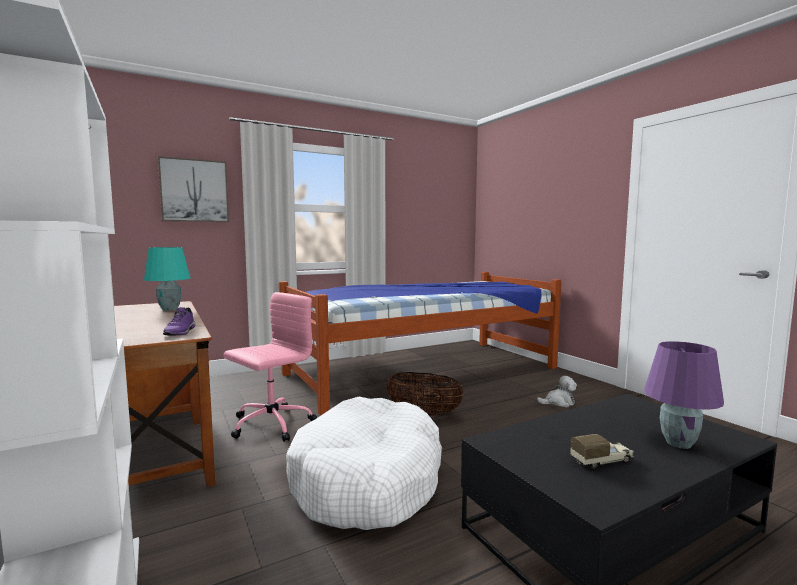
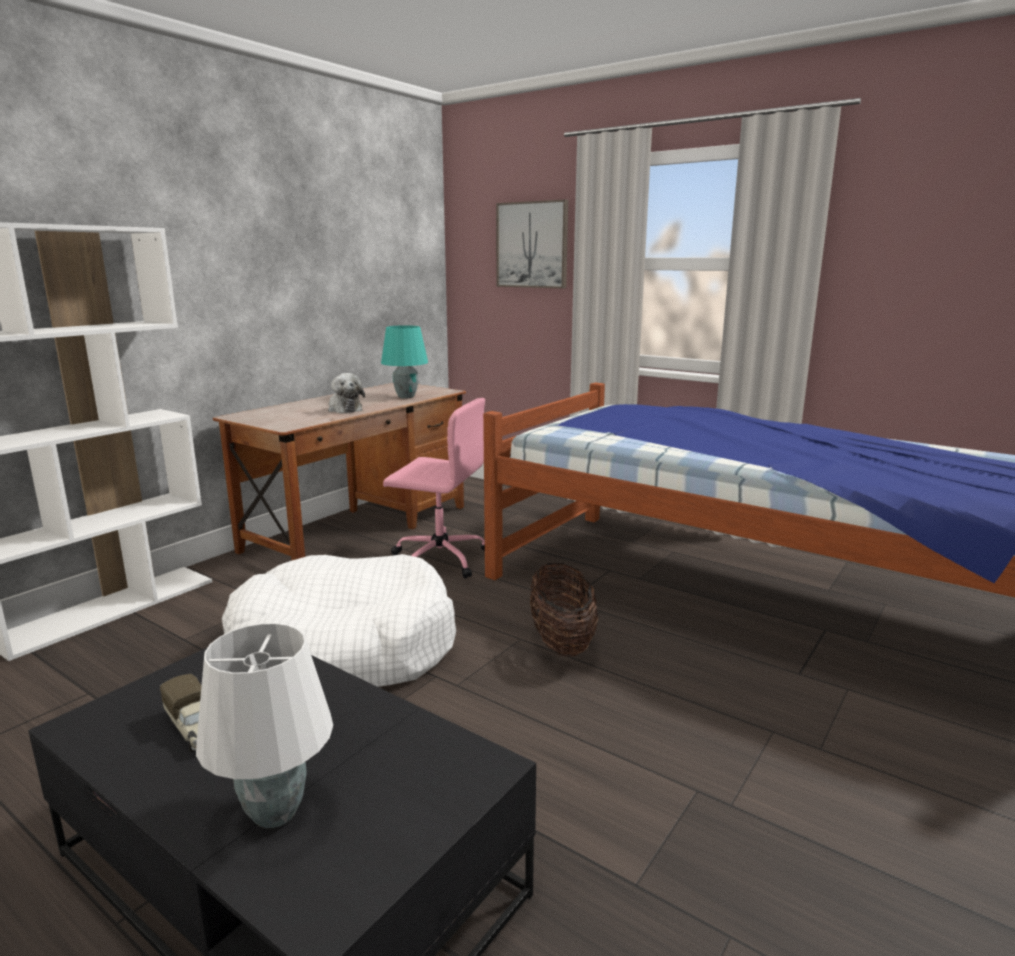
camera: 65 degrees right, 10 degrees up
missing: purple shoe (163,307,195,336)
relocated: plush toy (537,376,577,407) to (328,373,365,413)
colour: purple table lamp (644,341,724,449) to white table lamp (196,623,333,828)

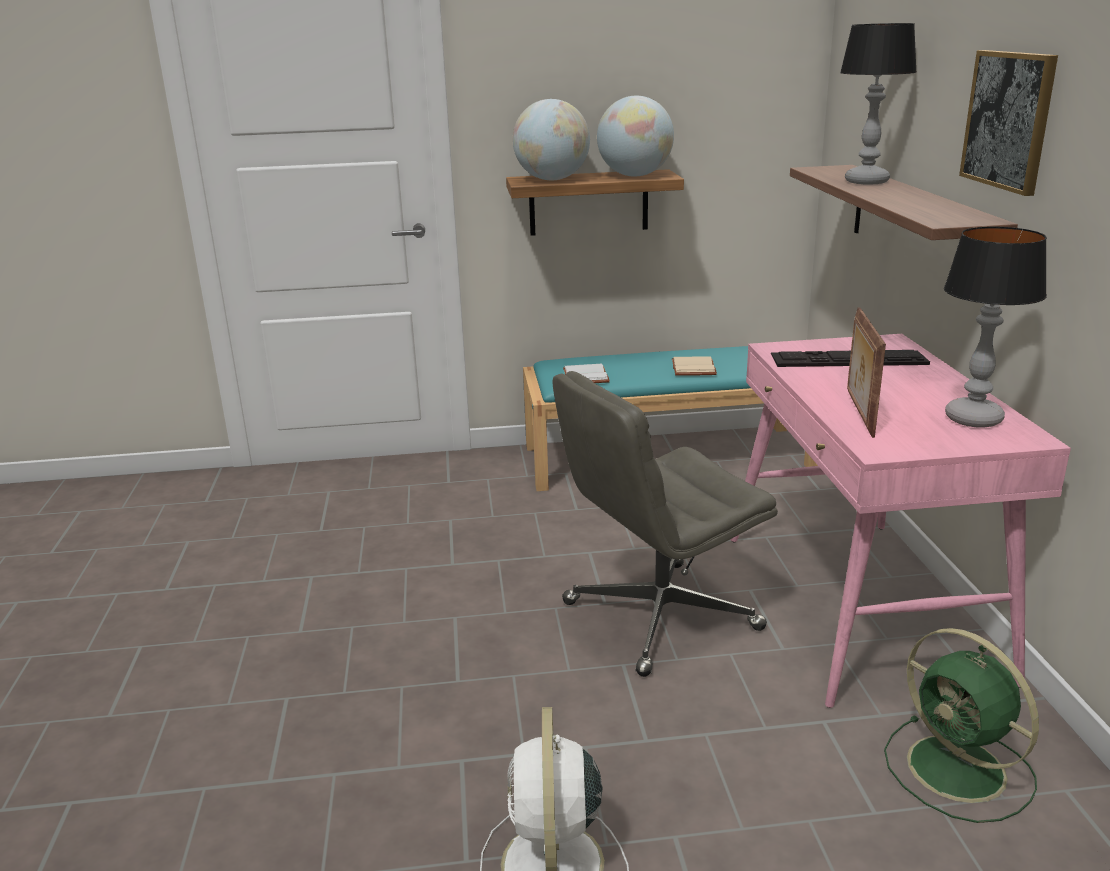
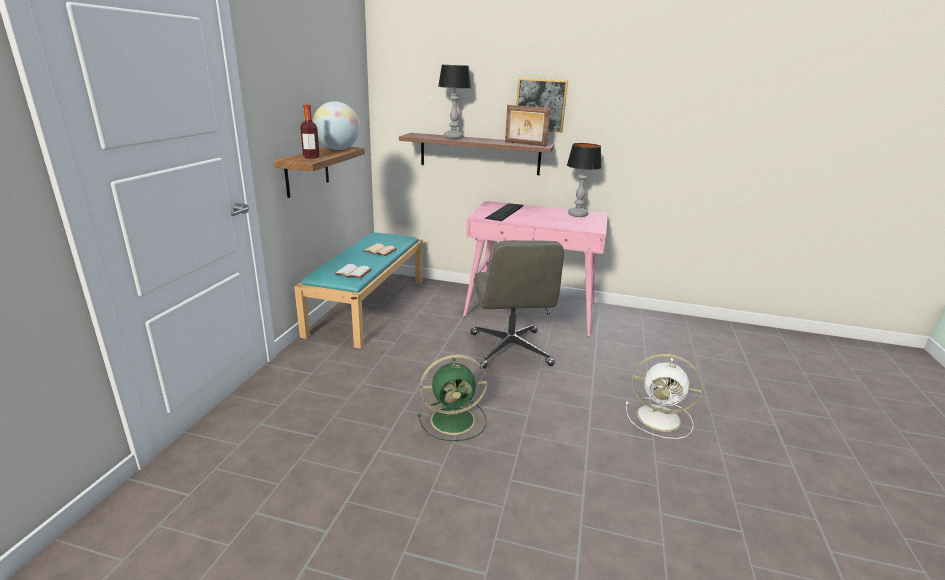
camera: 70 degrees left, 0 degrees up
relocated: picture frame (847,307,886,438) to (505,105,550,147); green fan (884,628,1039,823) to (417,355,487,441)
exchanged: globe (513,99,590,180) to bottle (300,104,320,159)

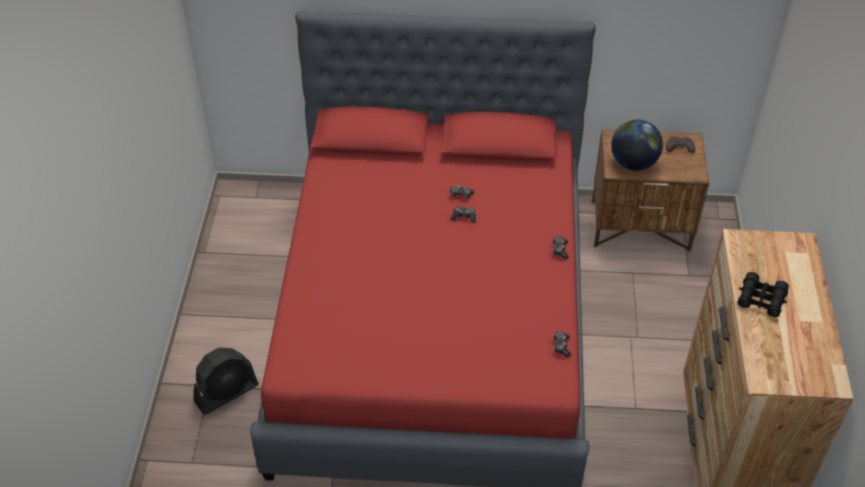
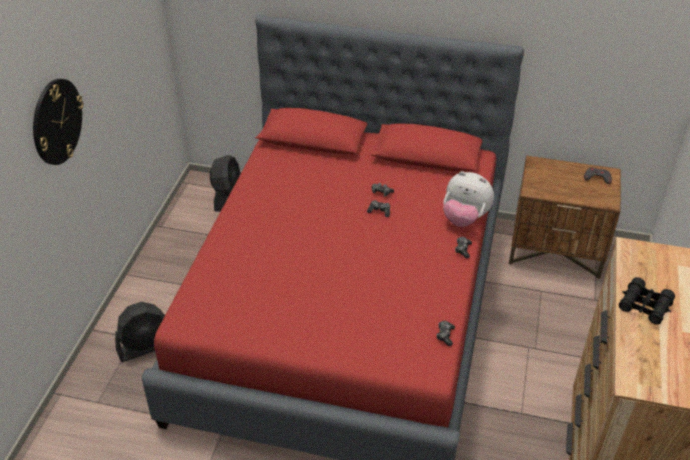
camera: 10 degrees right, 5 degrees down
missing: globe (611,120,663,170)
appeared: wall clock (33,79,84,165); black fan (210,155,241,212); plush toy (443,171,494,227)

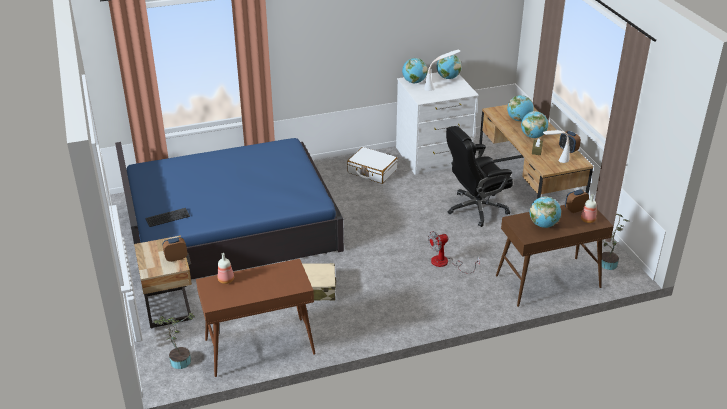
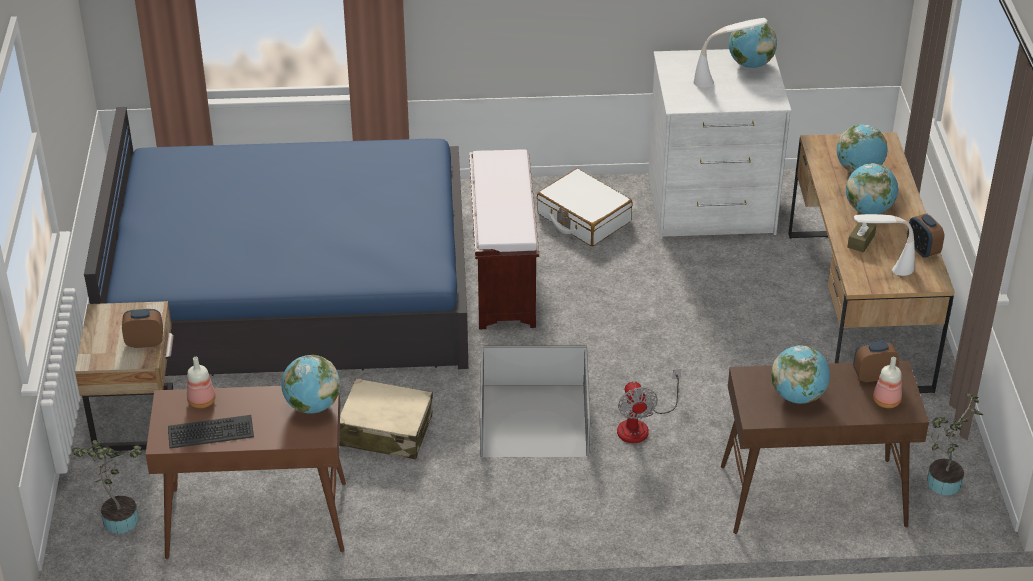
camera: 15 degrees right, 5 degrees up
missing: black office chair (446,126,513,227)
appeared: brown bench (469,149,539,329); black storage box (480,346,590,457)
relocated: keyboard (145,208,190,227) to (168,415,254,449); globe (402,58,428,83) to (281,355,340,414)
spun: fan (428,231,480,273) = (617,369,681,443) 90 degrees counterclockwise

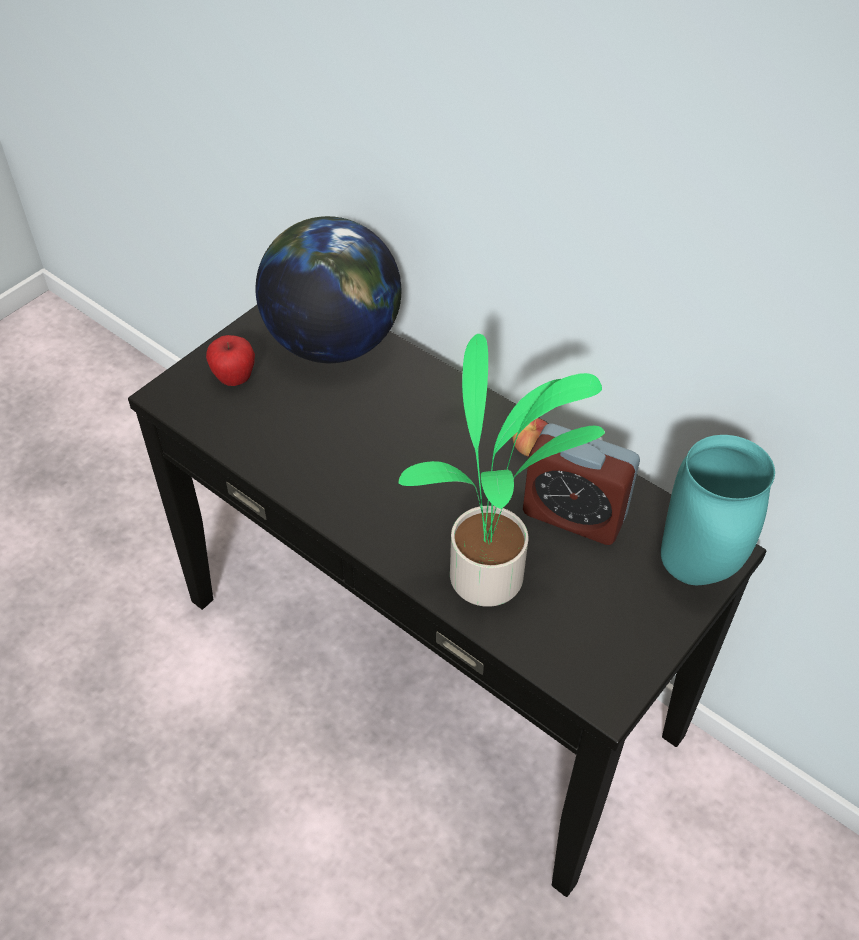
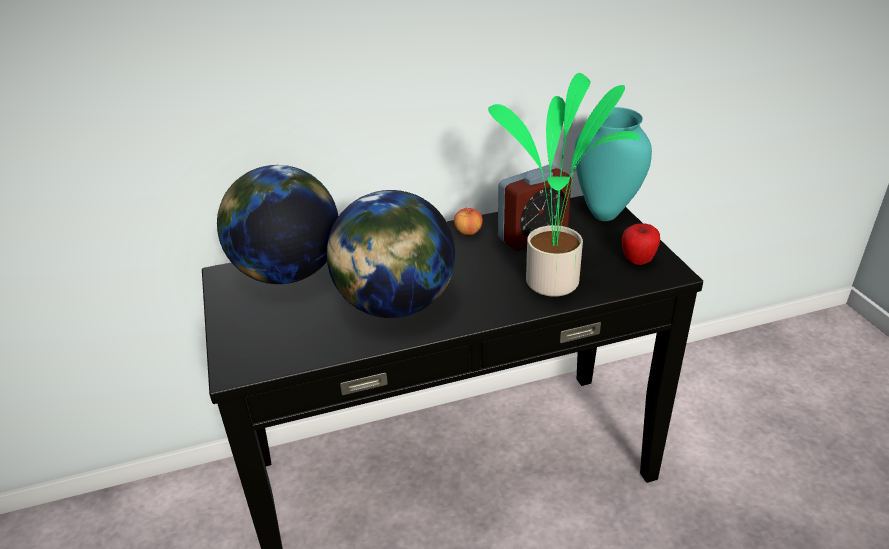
camera: 55 degrees left, 15 degrees down
appeared: globe (327,190,455,318)
relocated: apple (206,335,255,386) to (622,223,660,265)

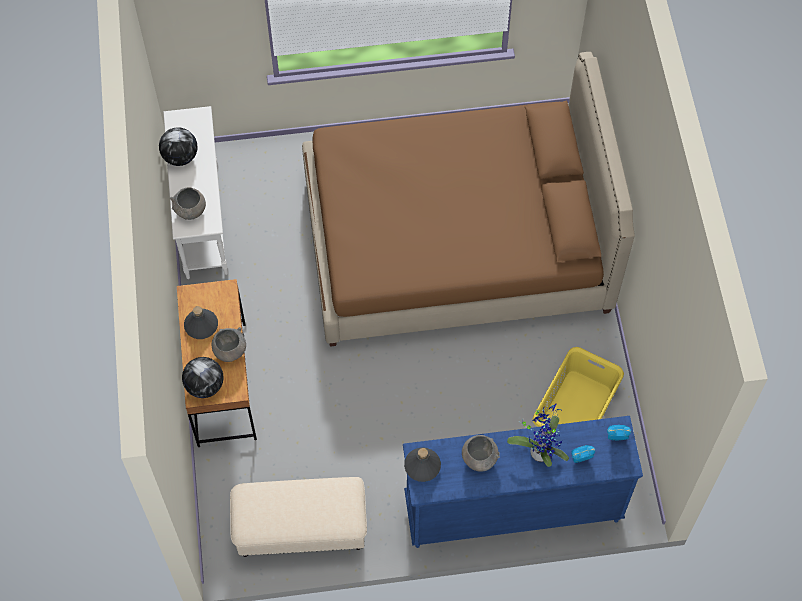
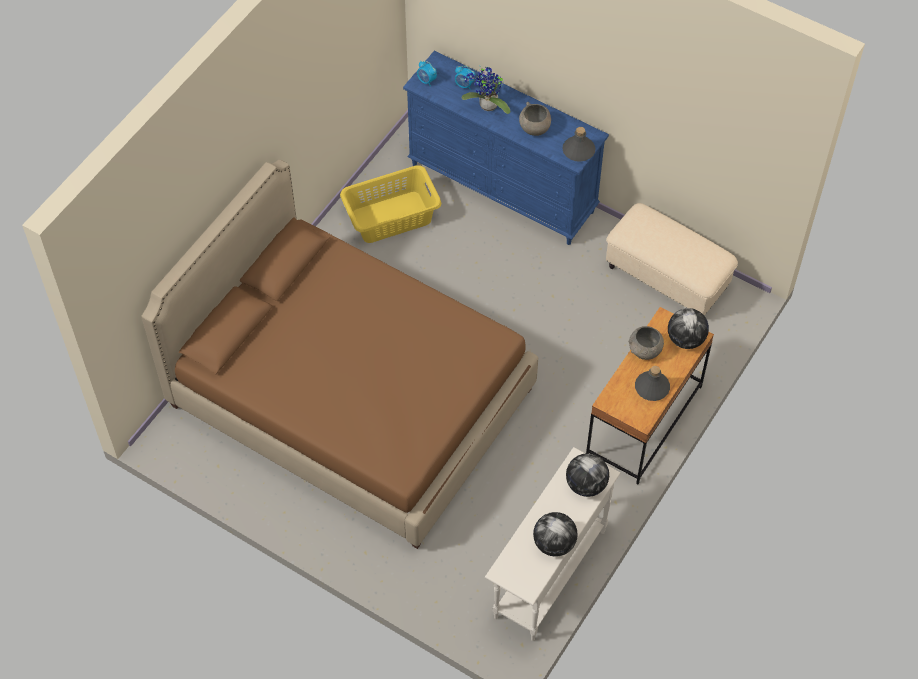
camera: 140 degrees left, 5 degrees down
exchanged: grey bowl (170,187,206,220) to globe (566,453,609,497)

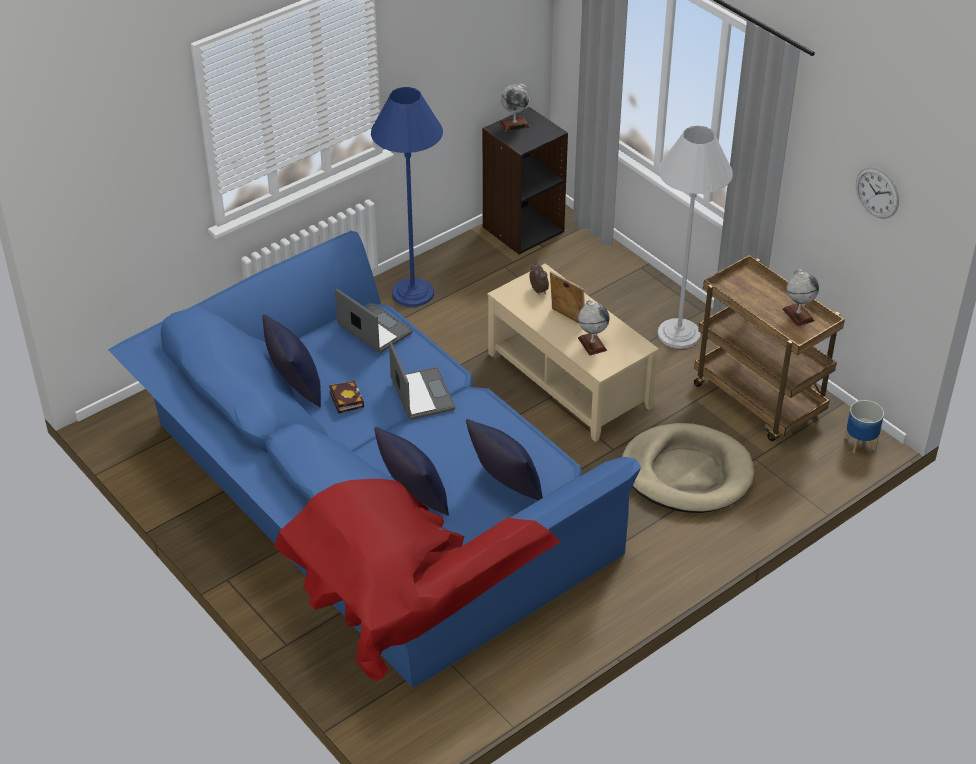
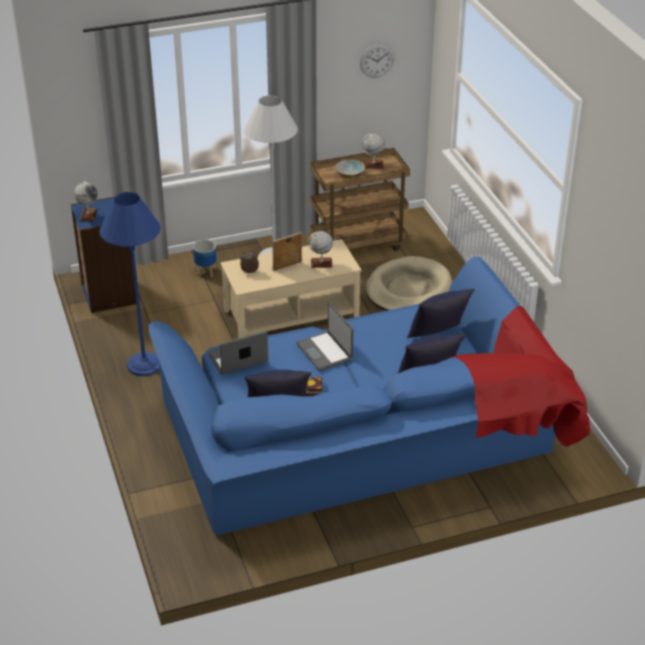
camera: 70 degrees left, 5 degrees down
appeared: bowl (335,159,365,179)
relocated: planter (845,400,884,454) to (193,239,217,277)
colour: black bookcase (482,107,568,255) to blue bookcase (71,197,136,313)
spun: laptop (389,342,455,420) = (296,302,353,371) 120 degrees counterclockwise

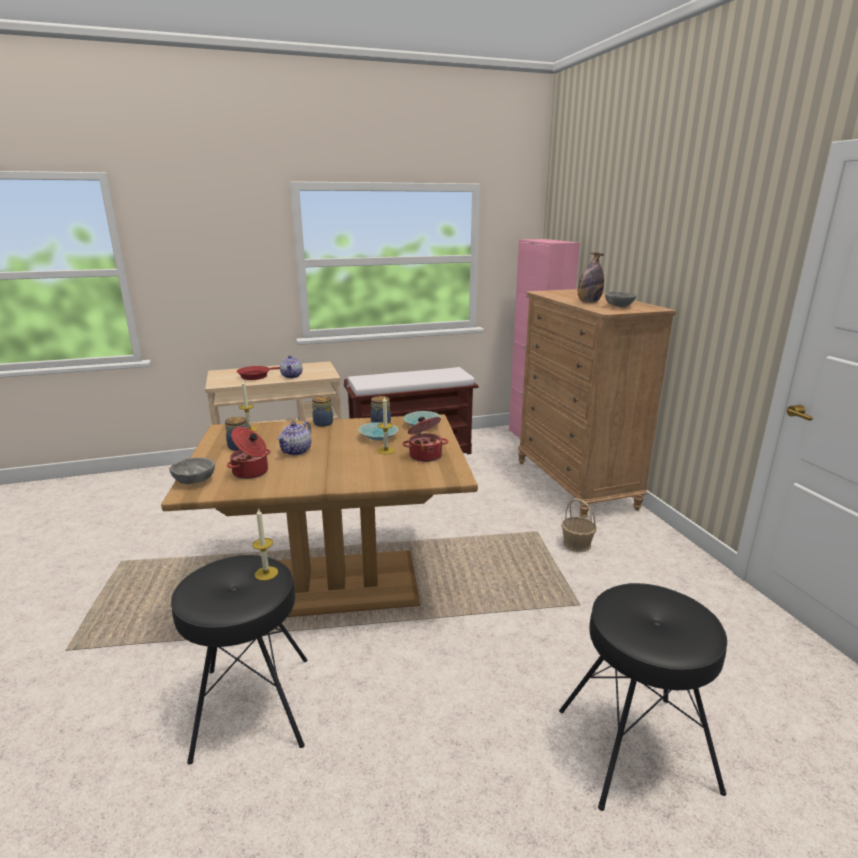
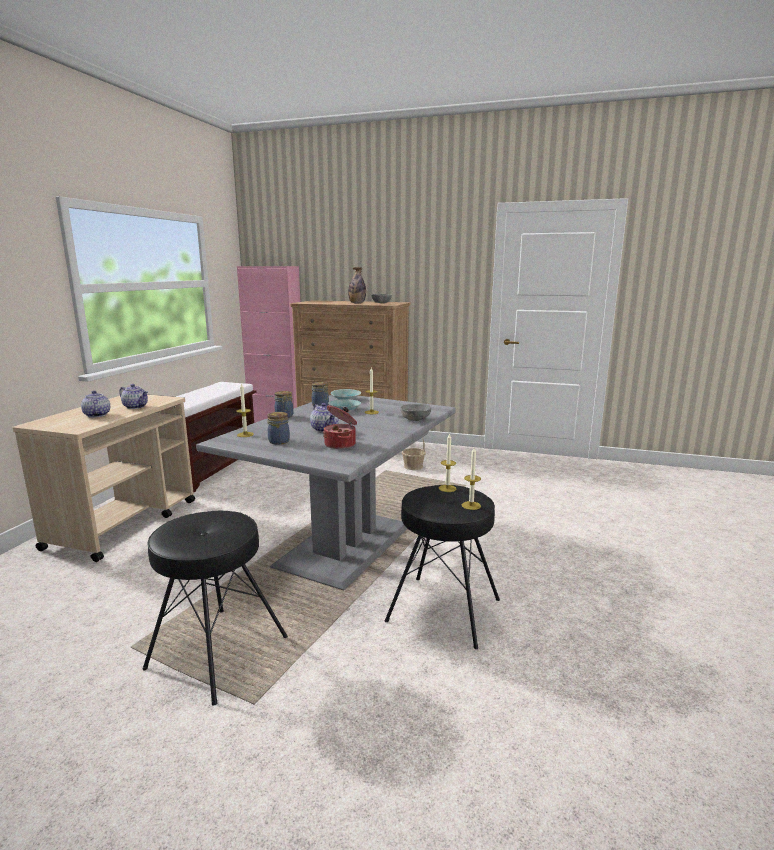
camera: 55 degrees left, 5 degrees down
missing: cooking pot (402,417,448,462)
appeared: candle (462,447,481,510)
relocated: grey bowl (169,457,215,484) to (400,404,431,421); black stool (559,583,727,811) to (143,511,288,706)
exchanged: red frying pan (236,366,280,380) to teapot (81,391,110,418)
colour: brown dining table (161,414,478,617) to grey dining table (196,395,456,590)

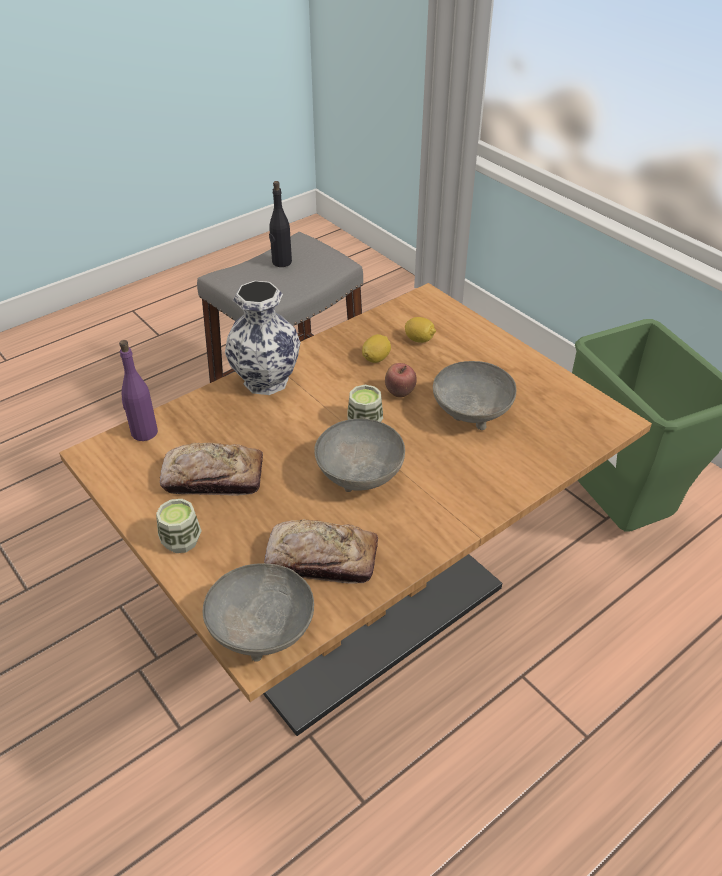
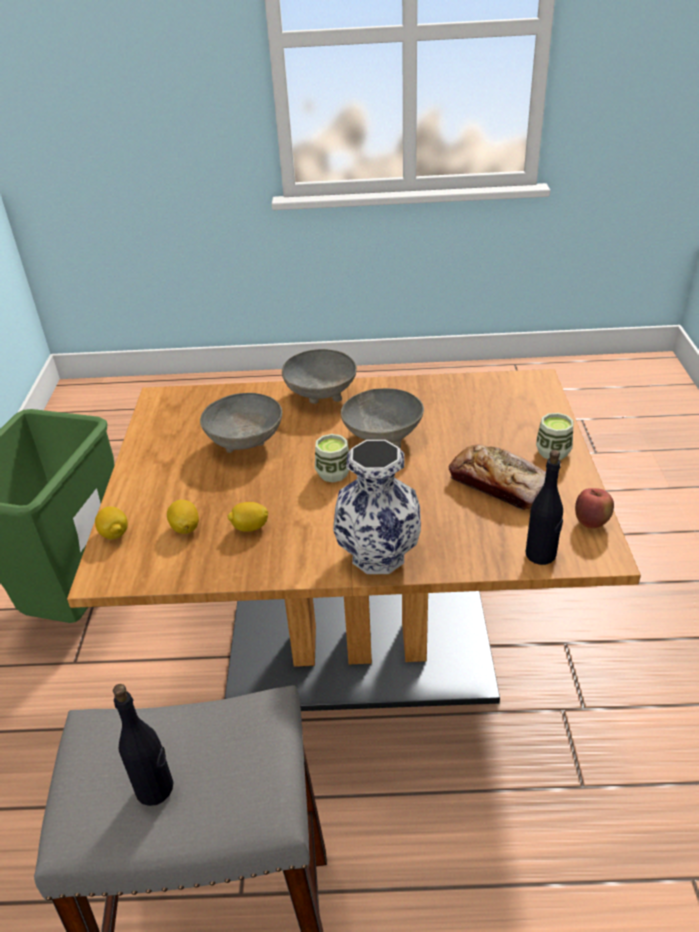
camera: 140 degrees left, 5 degrees down
missing: bread (264,519,378,583)
appeared: lemon (95,506,128,540)
relocated: grey bowl (203,563,314,662) to (282,349,357,404); apple (385,363,417,398) to (575,488,614,529)
colour: purple bottle (119,340,158,441) to black bottle (526,450,563,565)

